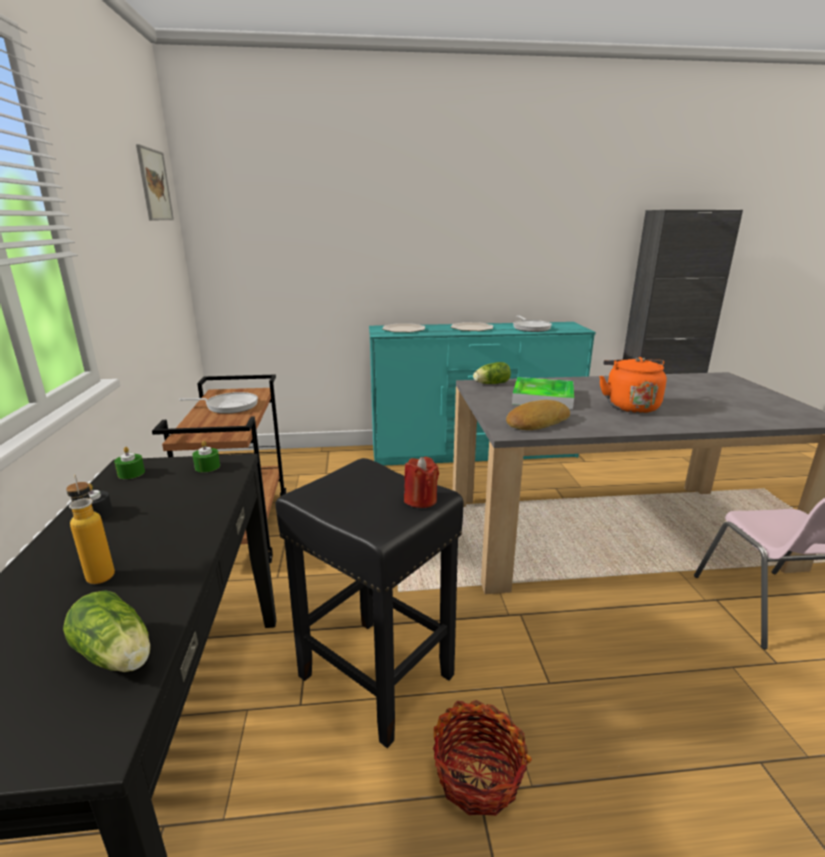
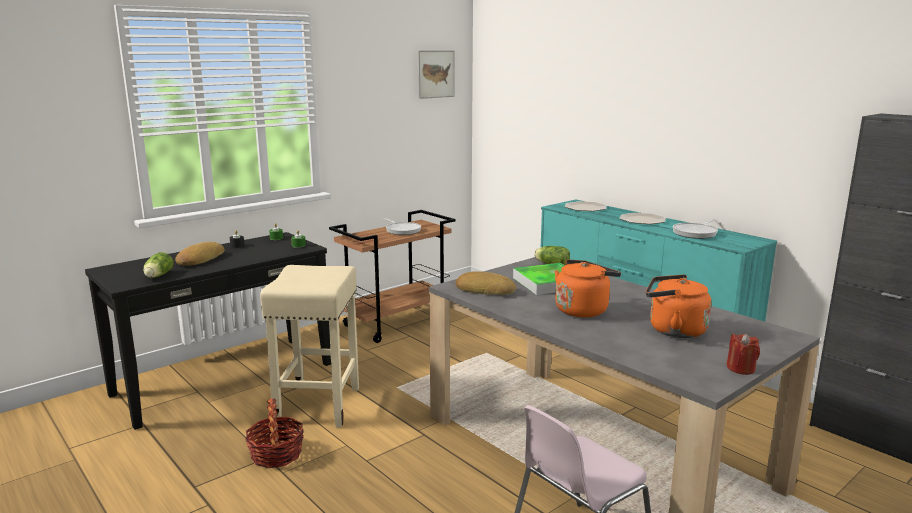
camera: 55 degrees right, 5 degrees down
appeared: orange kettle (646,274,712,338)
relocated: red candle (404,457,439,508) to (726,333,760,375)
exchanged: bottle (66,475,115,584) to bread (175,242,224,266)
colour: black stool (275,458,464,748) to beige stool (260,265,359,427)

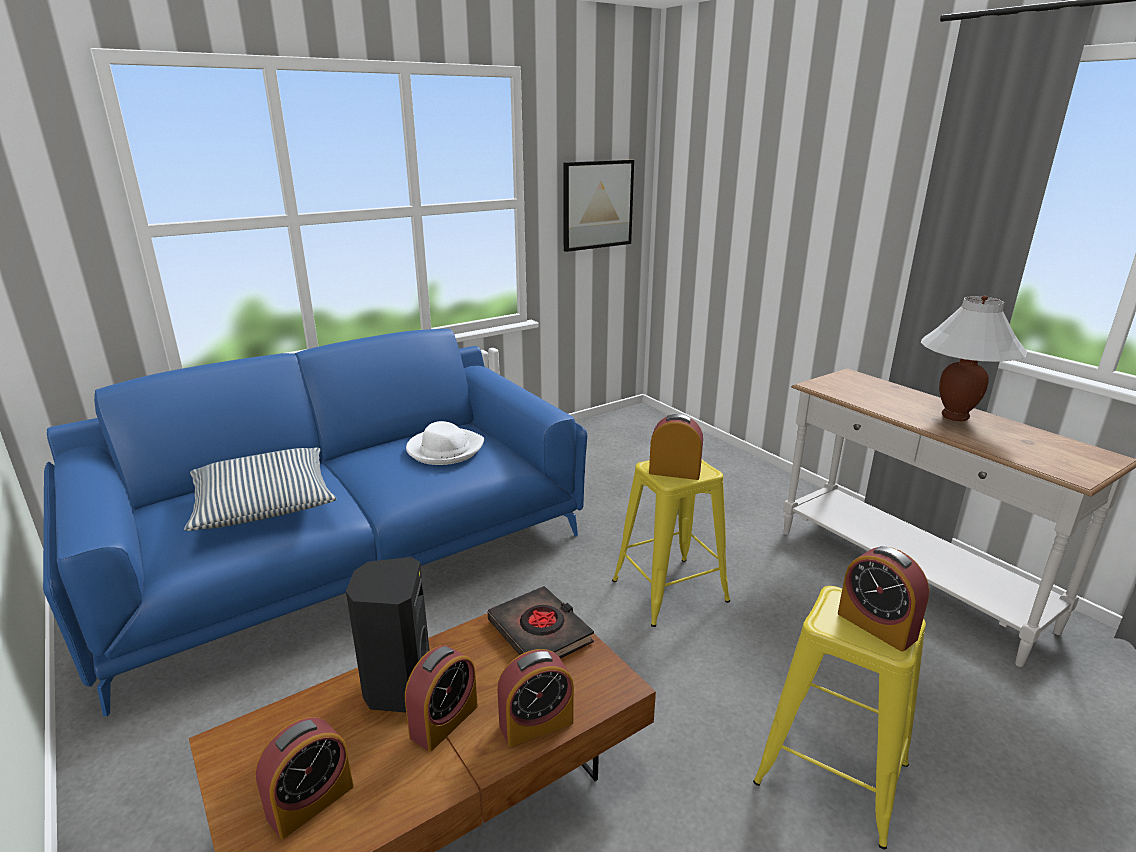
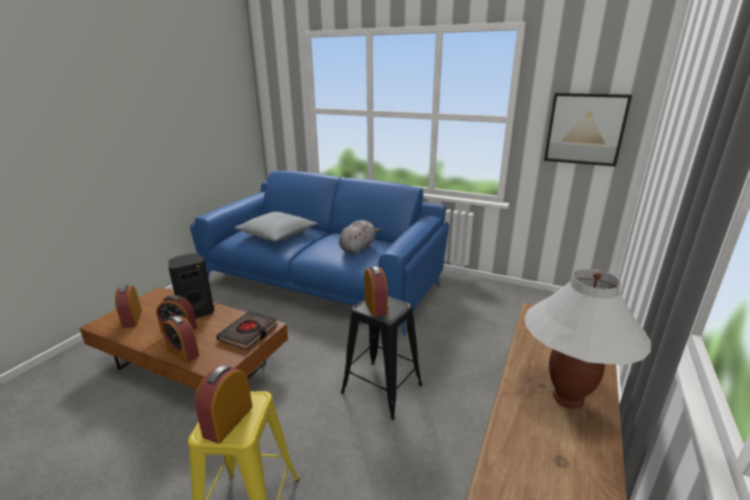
camera: 60 degrees right, 0 degrees up
exchanged: white hat (406,421,484,465) to grey plush toy (339,220,382,254)
colour: yellow stool (612,460,730,627) to black stool (341,297,423,420)
spun: alarm clock (255,717,354,839) = (115,285,142,328) 60 degrees clockwise

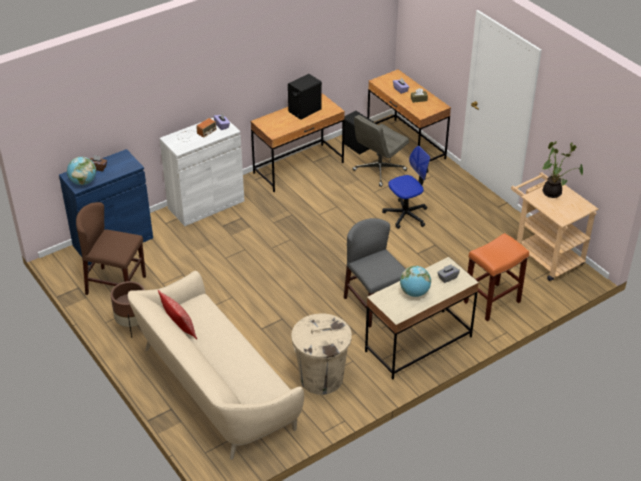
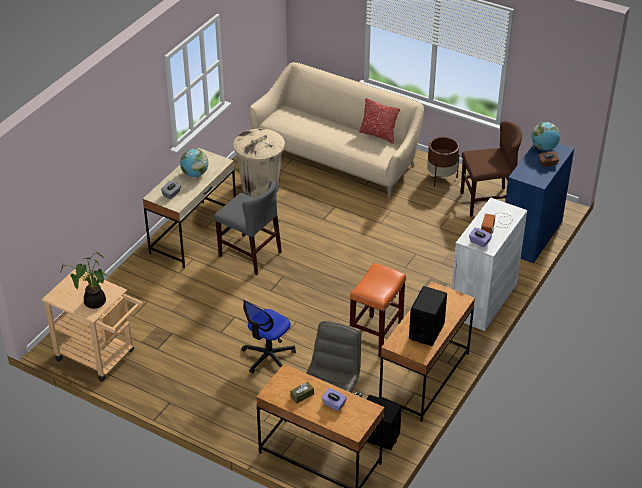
camera: 155 degrees right, 0 degrees up
relocated: orange stool (464,233,529,321) to (350,263,406,357)

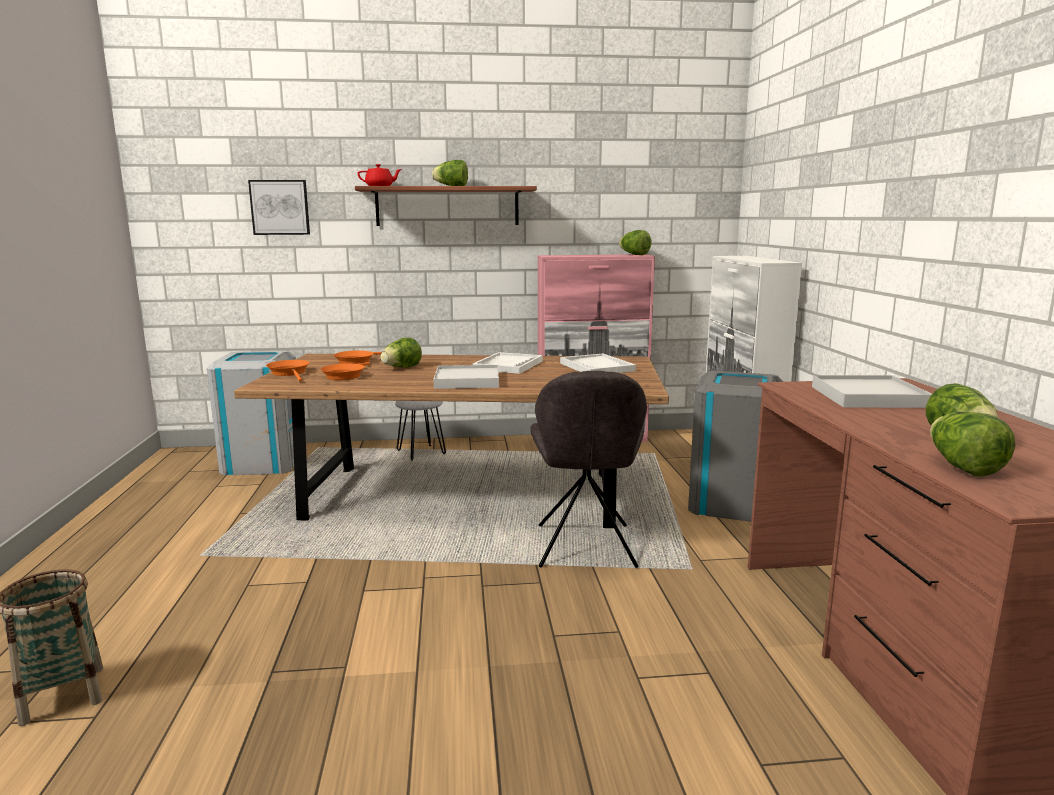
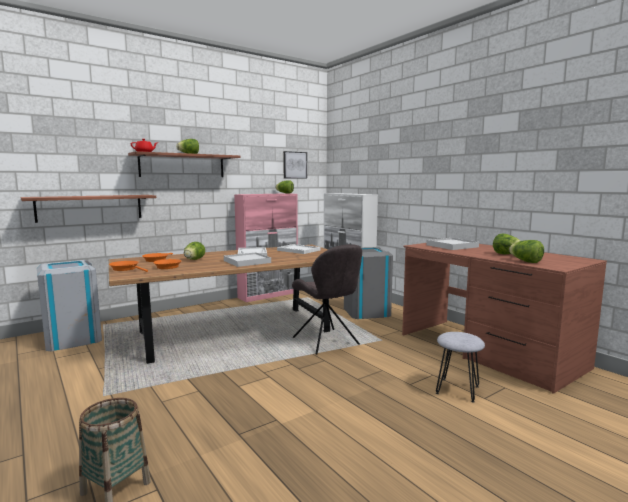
camera: 30 degrees left, 5 degrees down
appeared: shelf (21,195,156,223)
relocated: picture (248,180,310,235) to (283,151,307,179); grey stool (395,401,446,461) to (436,332,485,403)

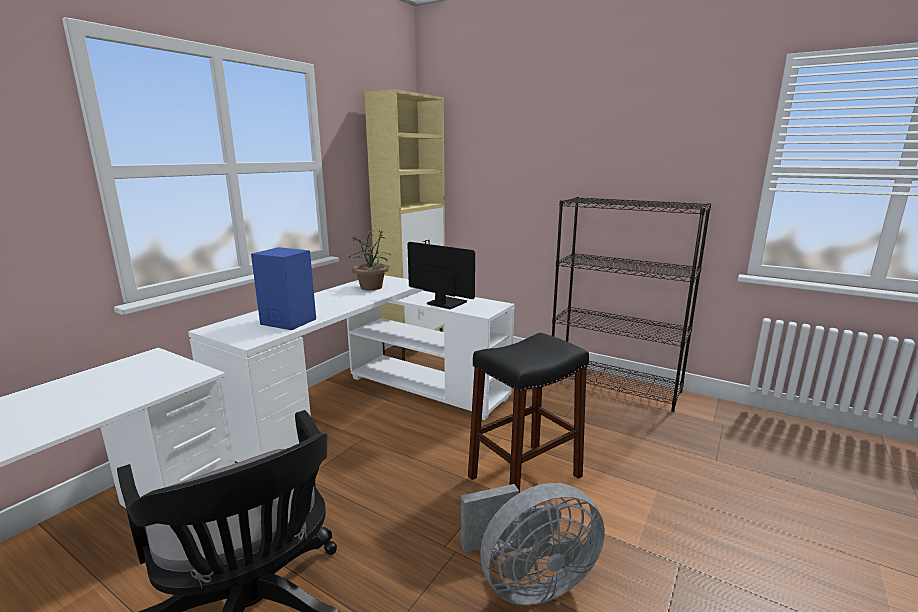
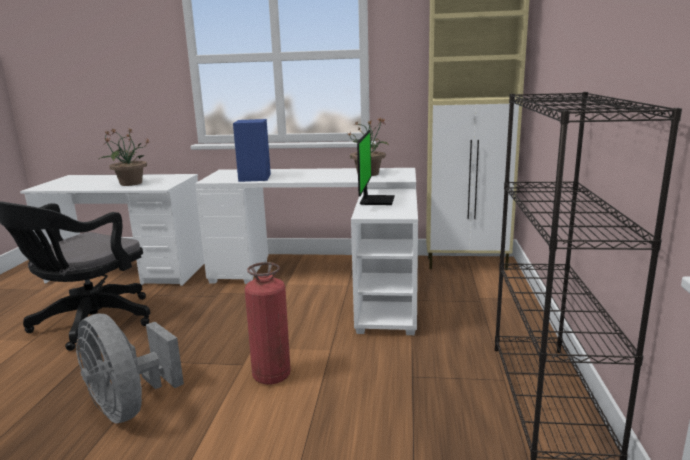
camera: 65 degrees right, 0 degrees up
appeared: potted plant (99,129,150,186)
exchanged: black stool (468,333,589,493) to fire extinguisher (245,262,291,384)

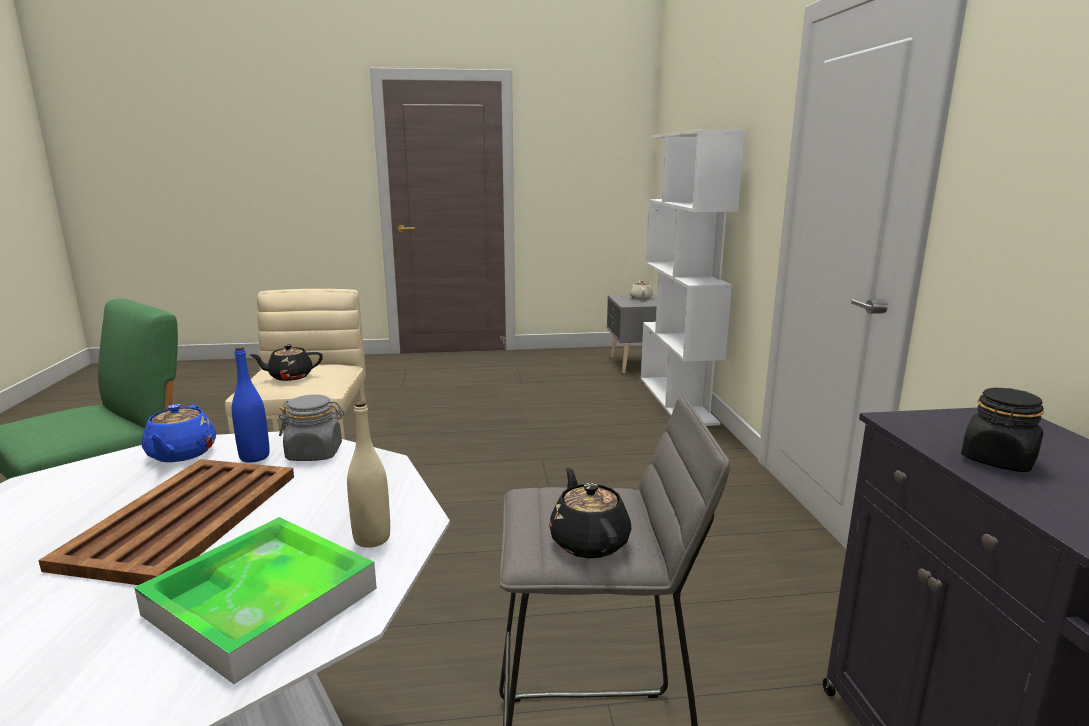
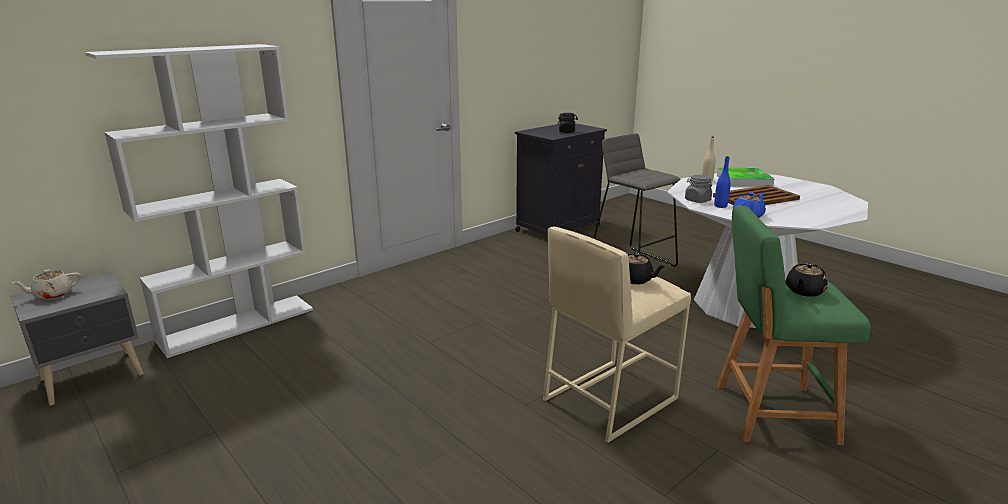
camera: 125 degrees left, 5 degrees up
relocated: black teapot (549,468,631,559) to (786,263,828,297)

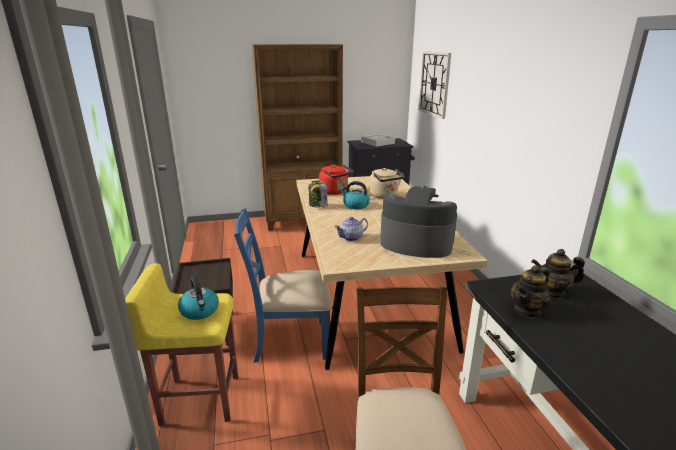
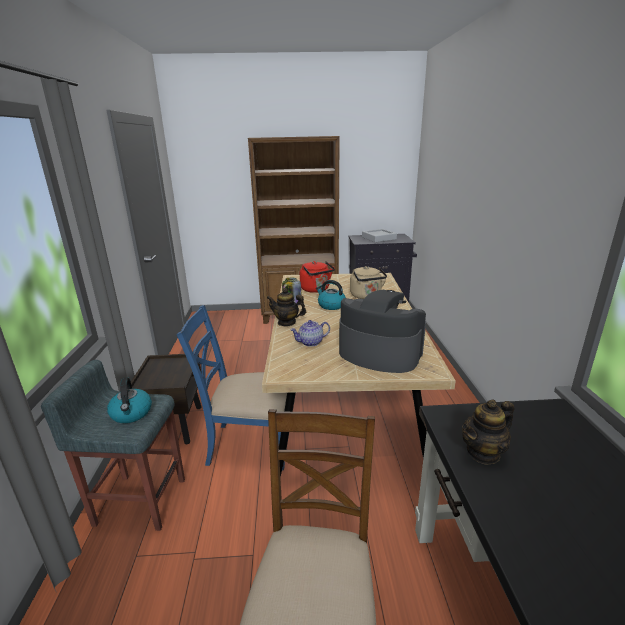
camera: 10 degrees right, 0 degrees up
missing: wall clock (419,51,451,119)
relocated: teapot (531,249,585,299) to (267,288,306,326)
colour: yellow stool (125,263,238,426) to grey stool (41,360,185,531)

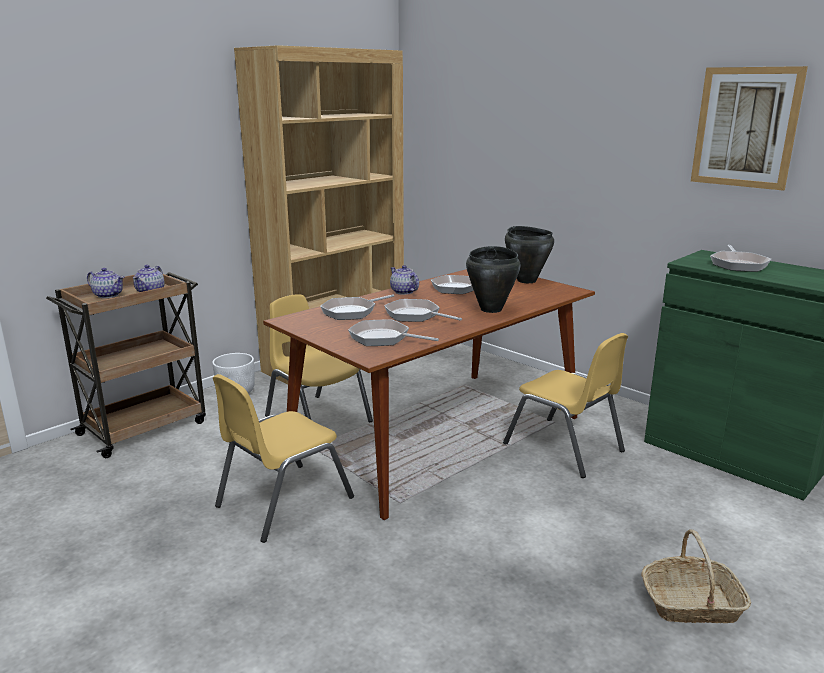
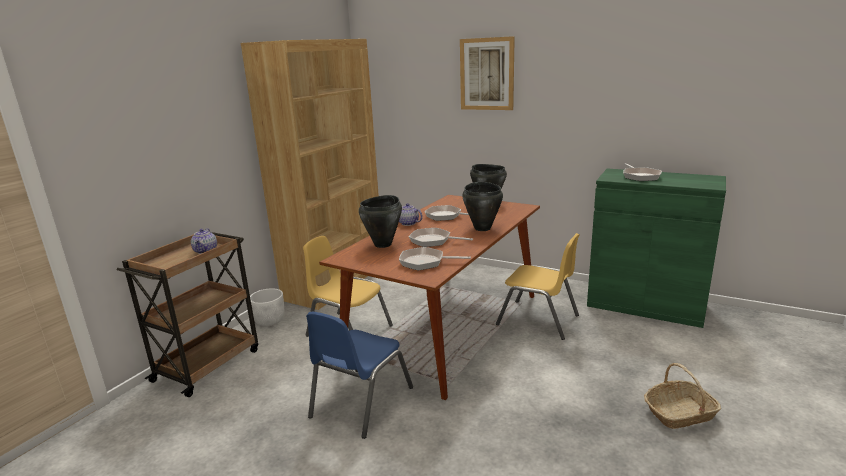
camera: 15 degrees left, 0 degrees up
missing: teapot (87,268,124,298)
relocated: picture (691,66,808,191) to (460,36,515,110)
exchanged: frying pan (320,294,394,320) to black cooking pot (359,195,402,248)
colour: yellow chair (213,374,354,543) to blue chair (306,312,413,439)

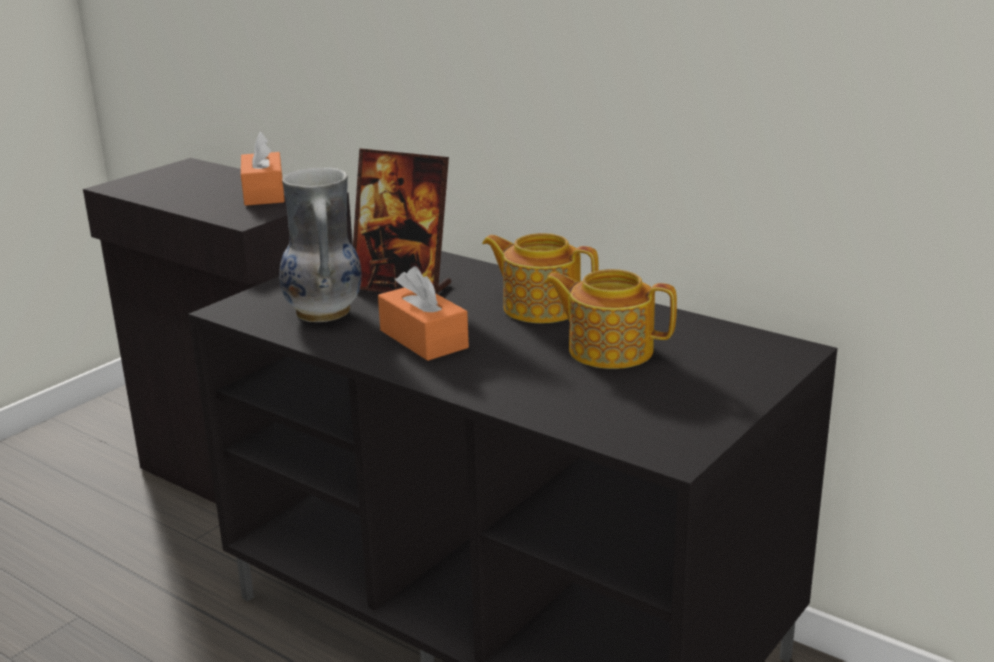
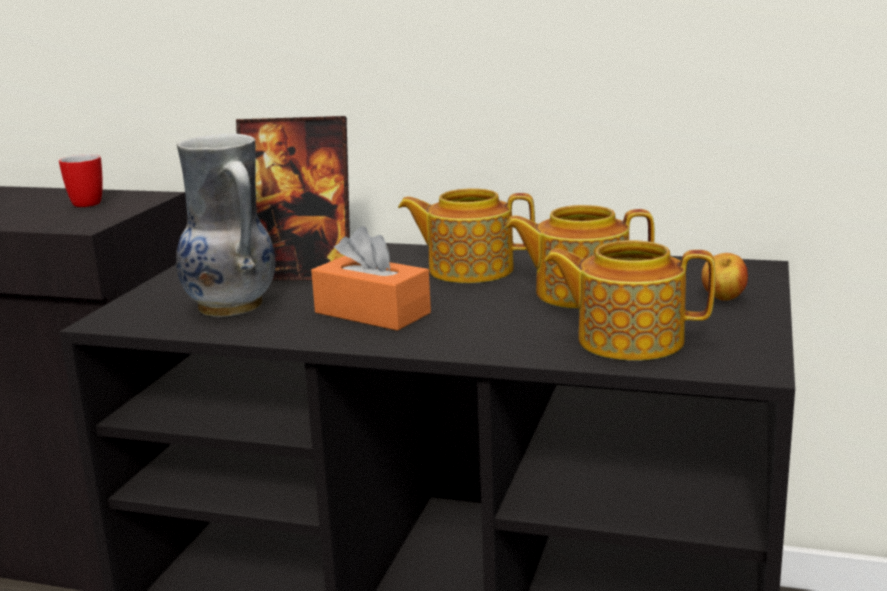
camera: 20 degrees left, 5 degrees down
appeared: teapot (544,240,715,361); apple (701,253,748,301)
exchanged: orange tissue box (241,132,285,206) to mug (59,154,103,207)

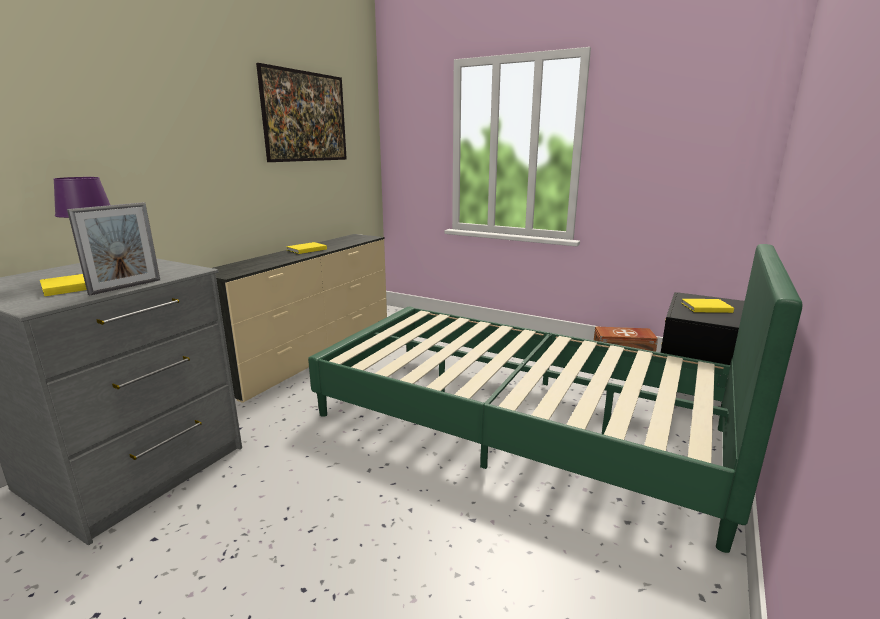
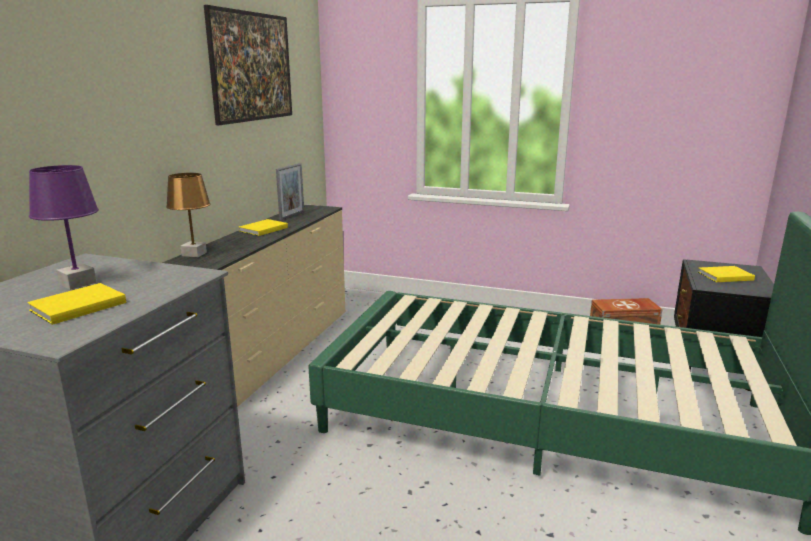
camera: 10 degrees left, 0 degrees up
appeared: brown table lamp (166,173,211,257)
relocated: picture frame (67,202,160,296) to (276,163,304,220)

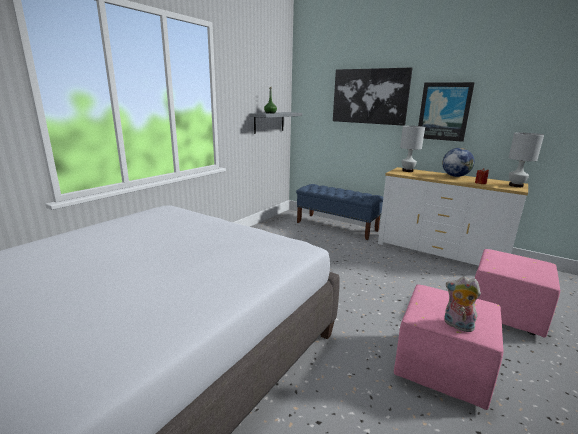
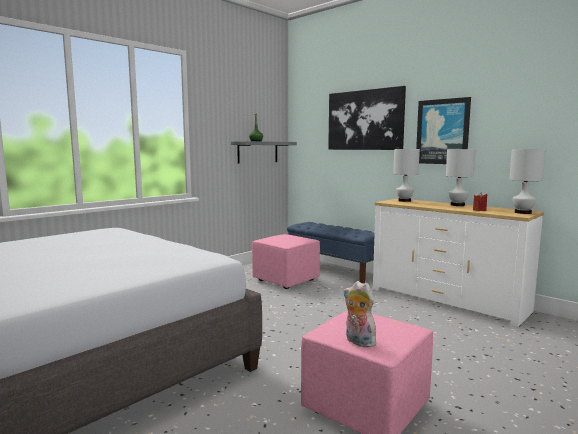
camera: 10 degrees right, 10 degrees down
relocated: pink ottoman (475,249,560,338) to (252,234,320,289)
exchanged: globe (442,148,475,177) to white table lamp (446,149,476,206)

